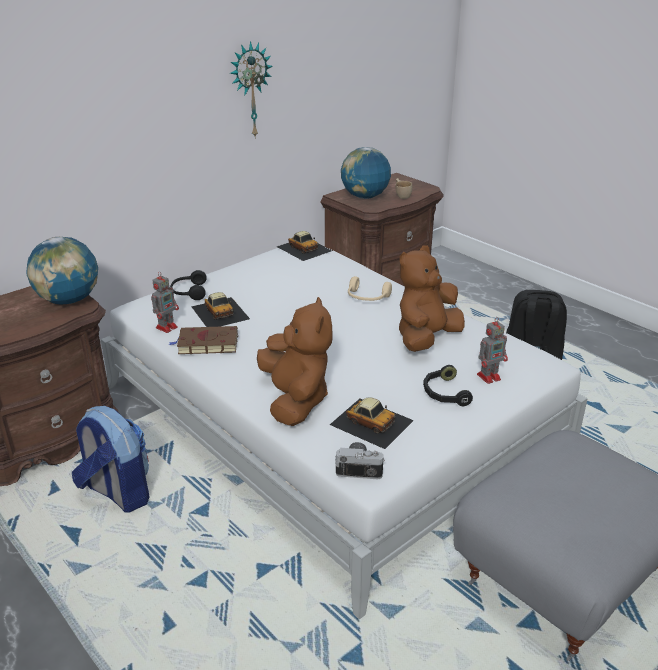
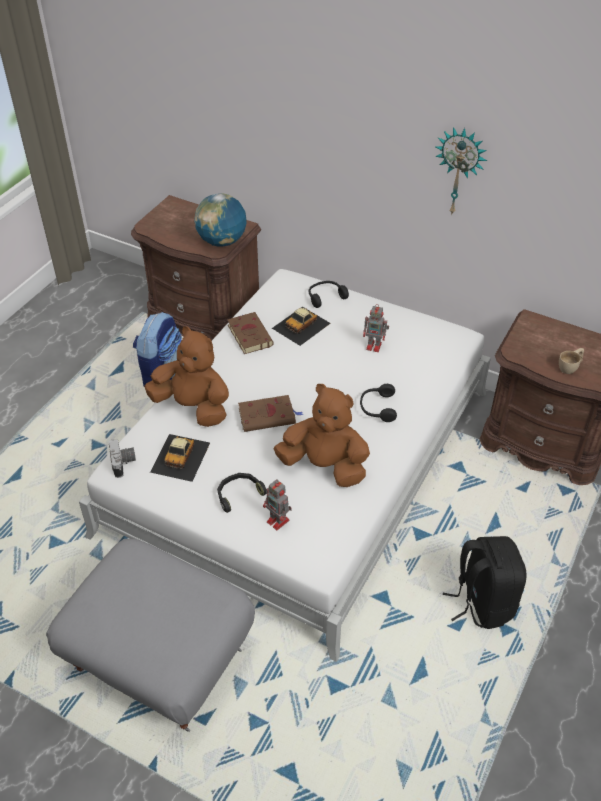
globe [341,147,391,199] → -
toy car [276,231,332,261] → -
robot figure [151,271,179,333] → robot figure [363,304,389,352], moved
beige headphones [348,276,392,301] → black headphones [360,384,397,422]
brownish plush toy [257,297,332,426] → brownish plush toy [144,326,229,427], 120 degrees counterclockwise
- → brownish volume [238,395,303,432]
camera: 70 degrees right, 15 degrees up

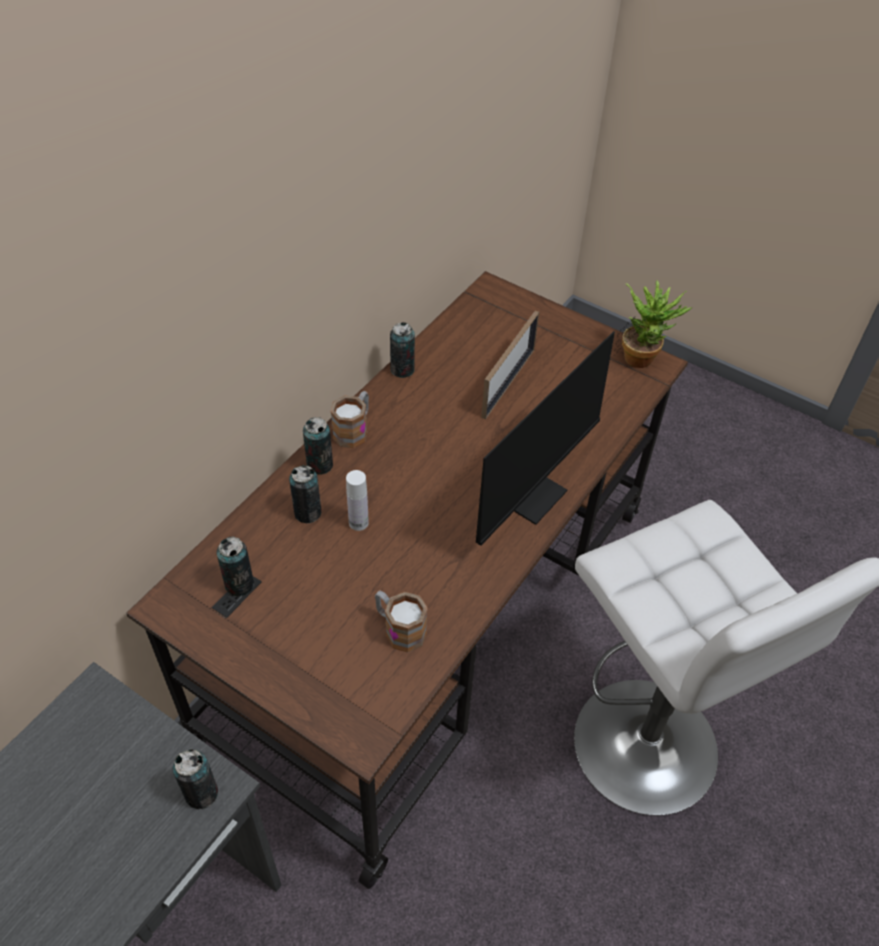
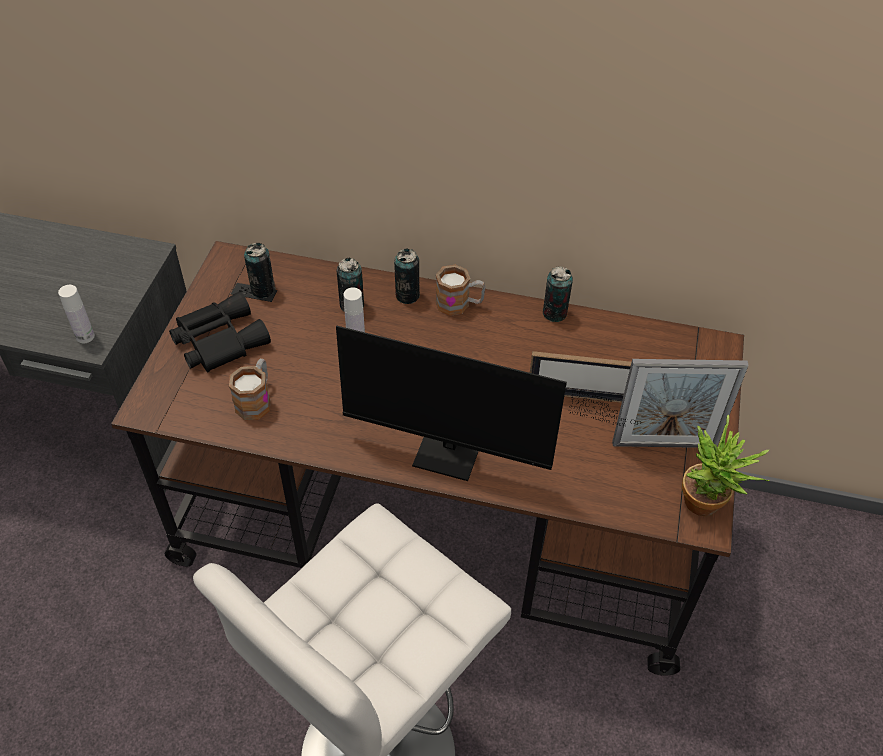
metal can [173,749,218,809] → white drink bottle [58,285,95,343]
- → black binoculars [169,291,271,373]
- → picture frame [612,359,749,448]
camera: 70 degrees right, 0 degrees up

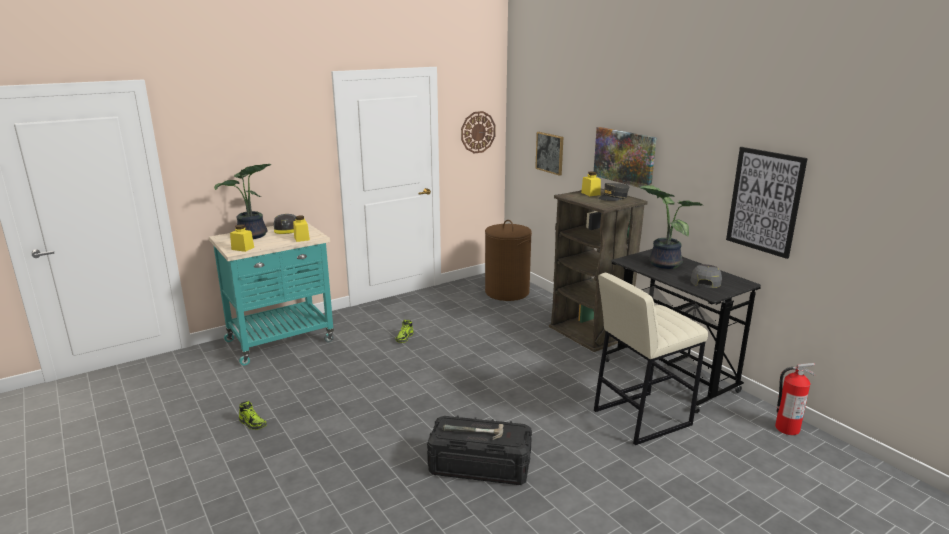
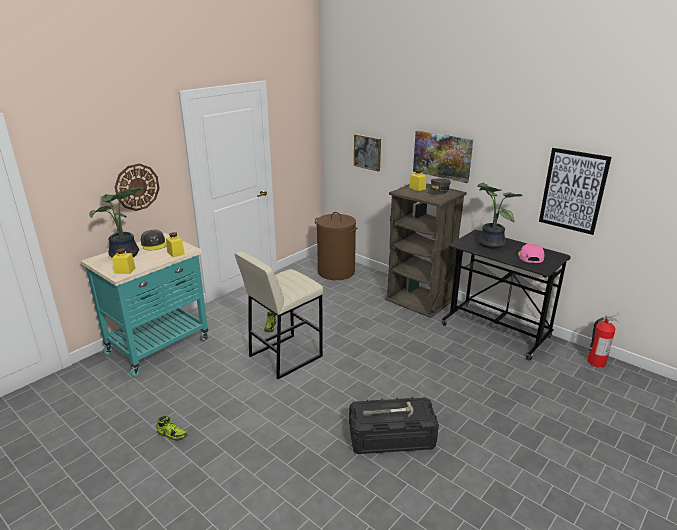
hanging clock [461,111,496,154] → hanging clock [115,163,160,211], moved
gray peaked cap [691,264,722,288] → pinkish peaked cap [518,244,545,263]
beige stool [594,273,708,445] → beige stool [235,251,323,379], moved
camera: 15 degrees left, 5 degrees up

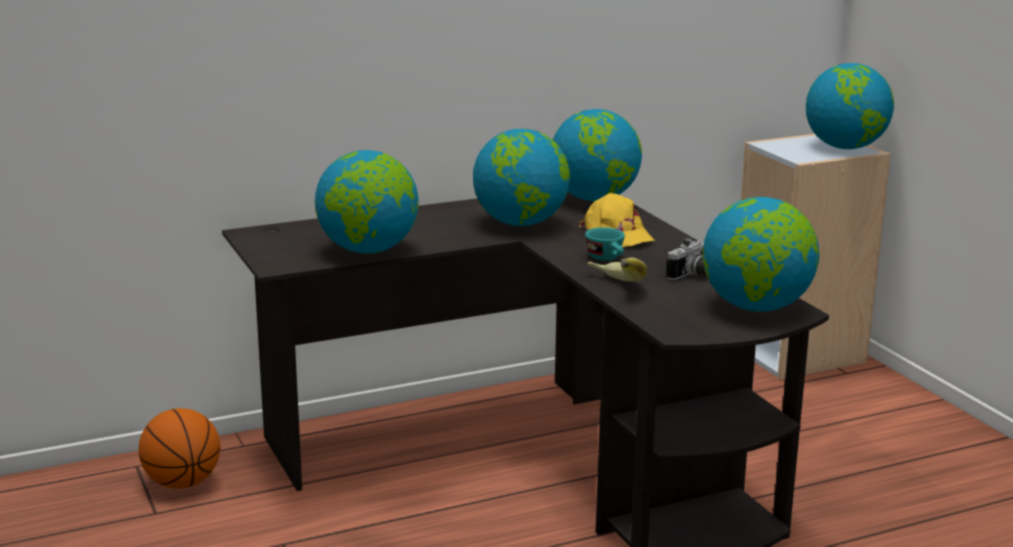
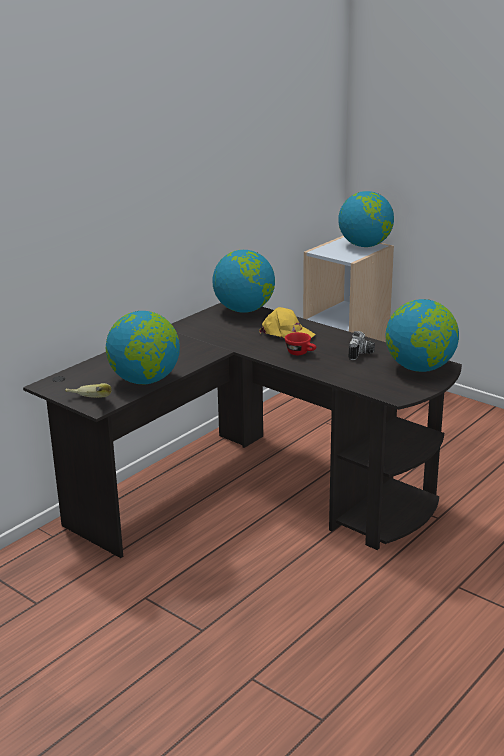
globe [473,129,570,226] → -
blue-green cup [585,227,625,260] → red cup [285,332,316,355]
whole banana [588,258,647,282] → whole banana [65,383,112,398], moved
basketball [138,408,220,488] → -
camera: 25 degrees left, 5 degrees up

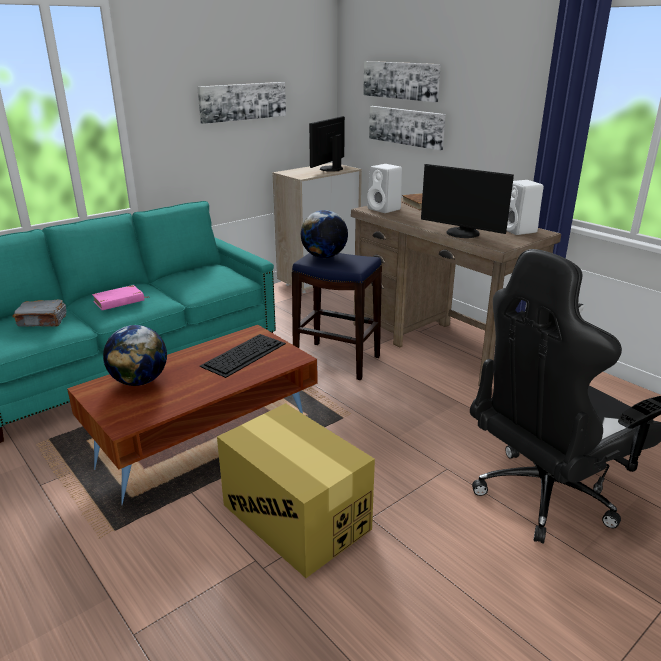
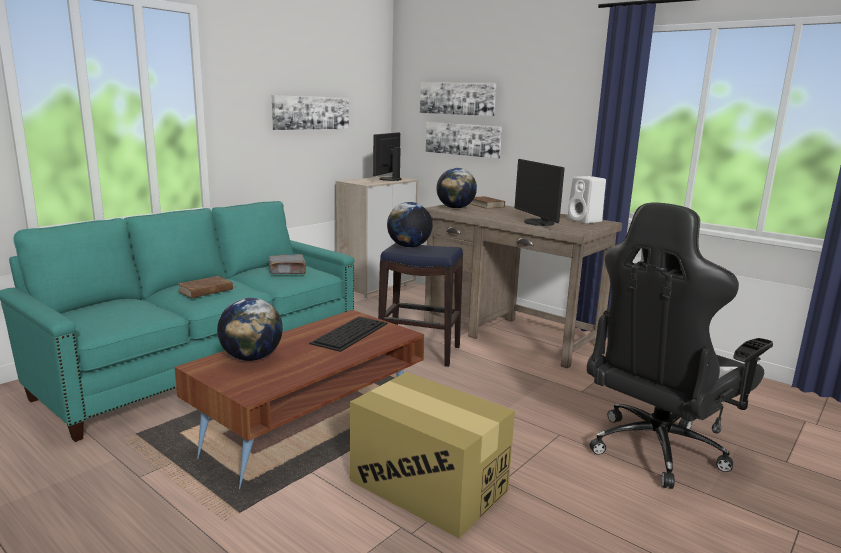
white audio speaker [367,164,402,213] → globe [436,168,477,209]
computer screen [421,164,514,238] → computer screen [515,159,565,226], 45 degrees clockwise
pinkish volume [92,285,146,310] → brownish volume [178,276,236,298]
gray volume [13,299,67,326] → gray volume [269,254,307,274], moved
camera: 10 degrees left, 10 degrees down

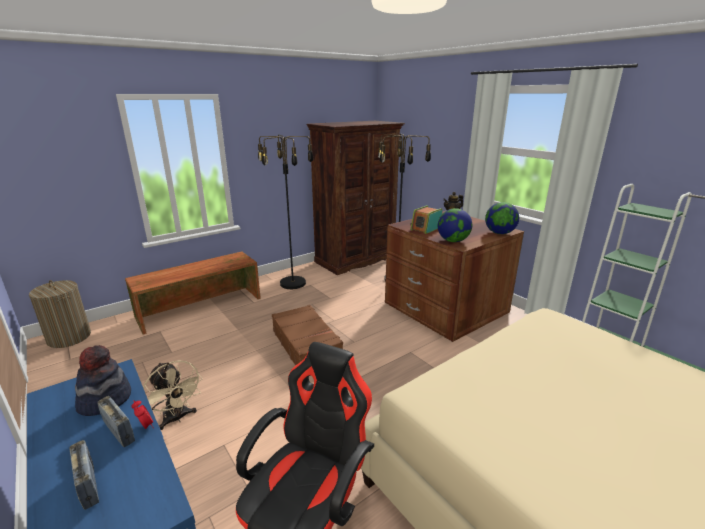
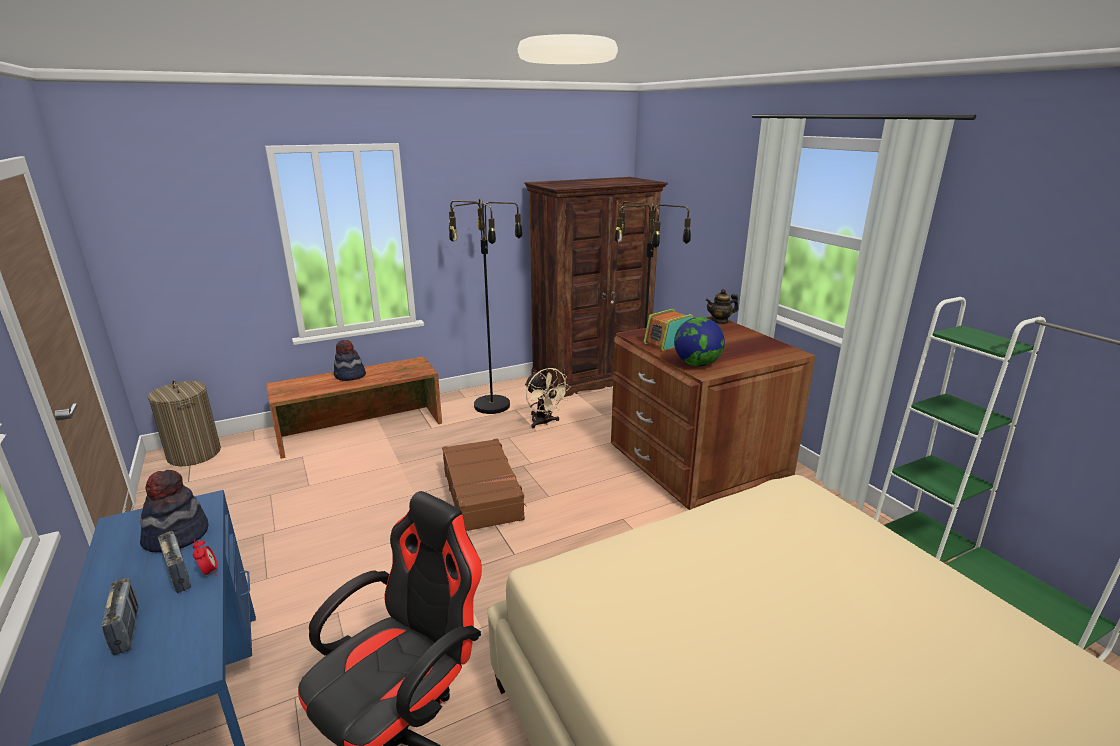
globe [485,202,519,234] → -
beige electric fan [143,360,203,430] → beige electric fan [525,368,571,428], moved
- → wearable hat [334,340,366,381]
camera: 10 degrees right, 0 degrees up

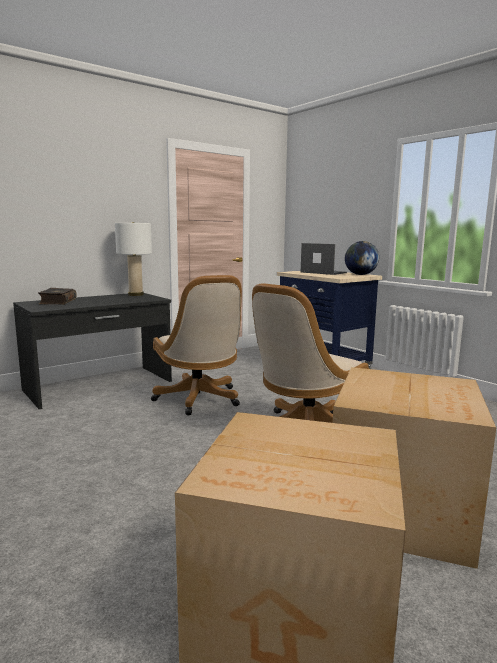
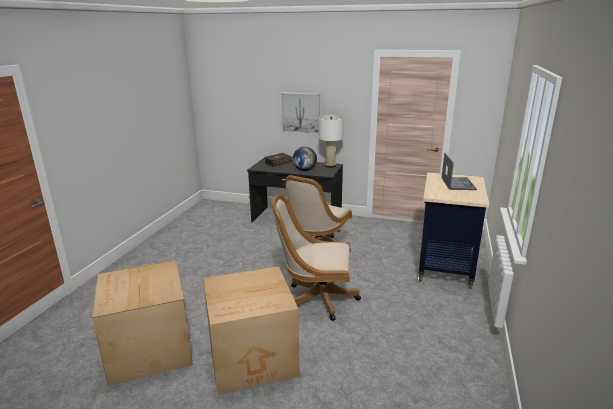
globe [345,241,379,275] → globe [293,147,317,171], moved
- → wall art [281,92,320,135]
camera: 55 degrees right, 10 degrees up

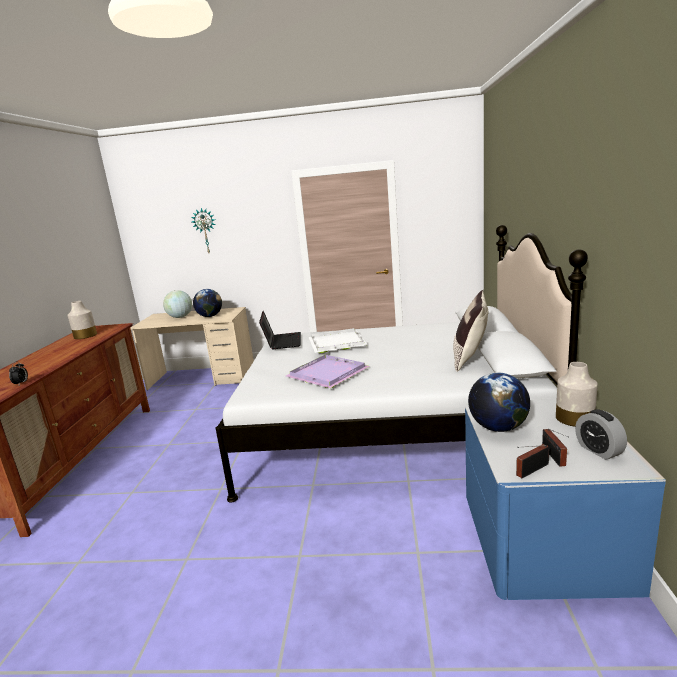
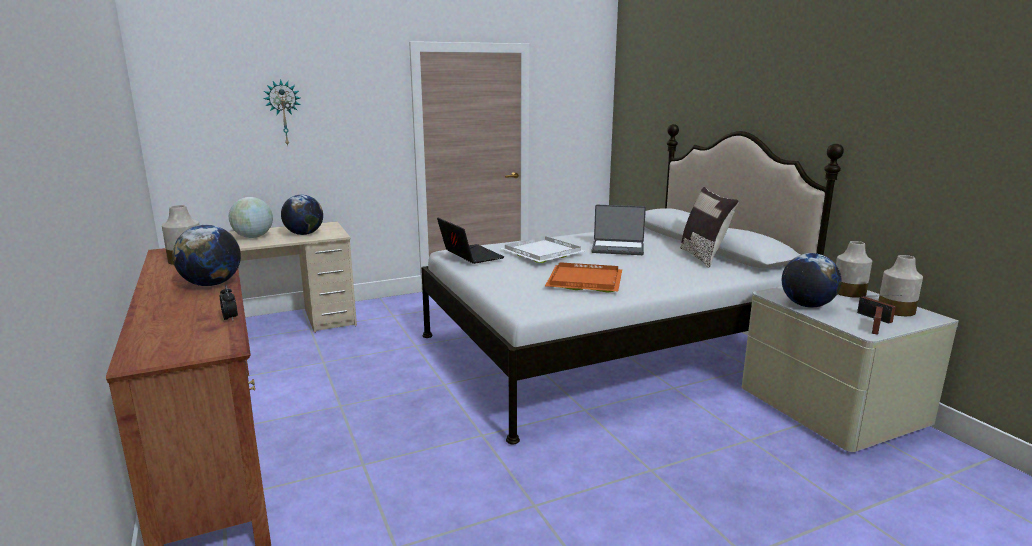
purple-coloured serving tray [286,355,370,388] → orange-coloured serving tray [545,262,622,293]
blue night table [465,398,666,600] → beige night table [742,286,959,452]
bedside clock [575,409,627,460] → beige decorative vase [878,255,923,316]
- → notebook computer [591,205,646,255]
- → globe [172,225,241,286]
camera: 30 degrees left, 0 degrees up

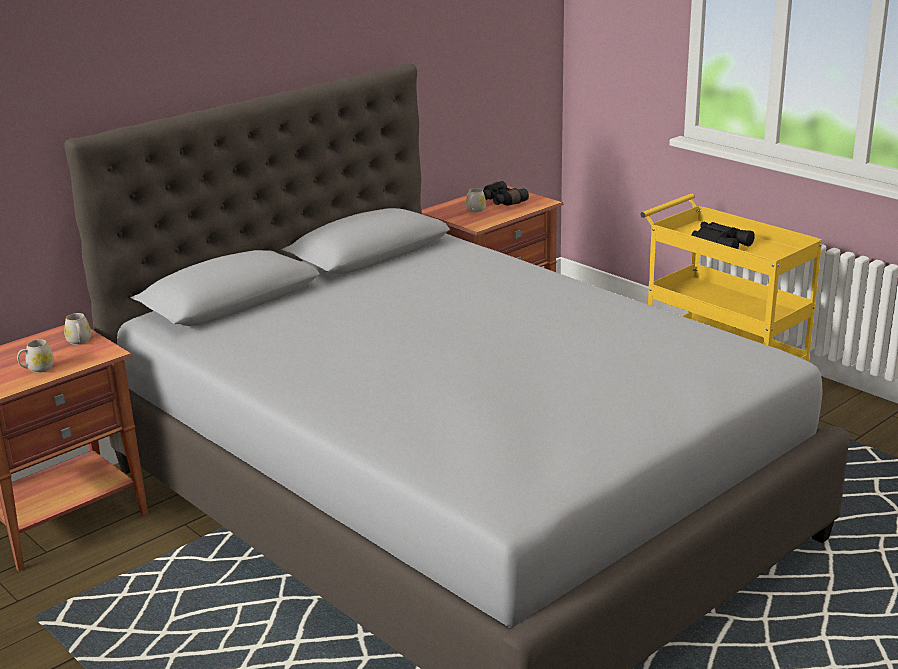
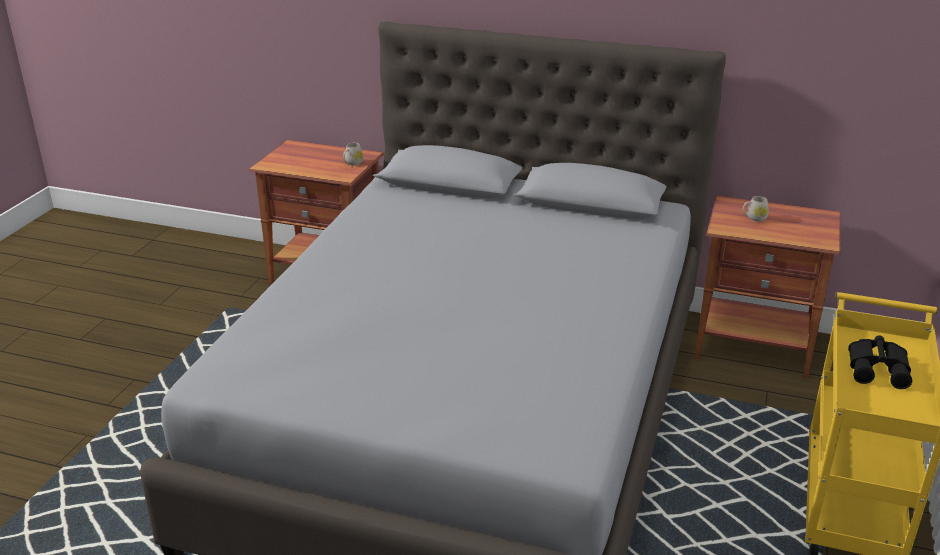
black binoculars [483,181,529,206] → -
white coffee mug [17,339,54,373] → -
camera: 60 degrees right, 5 degrees up

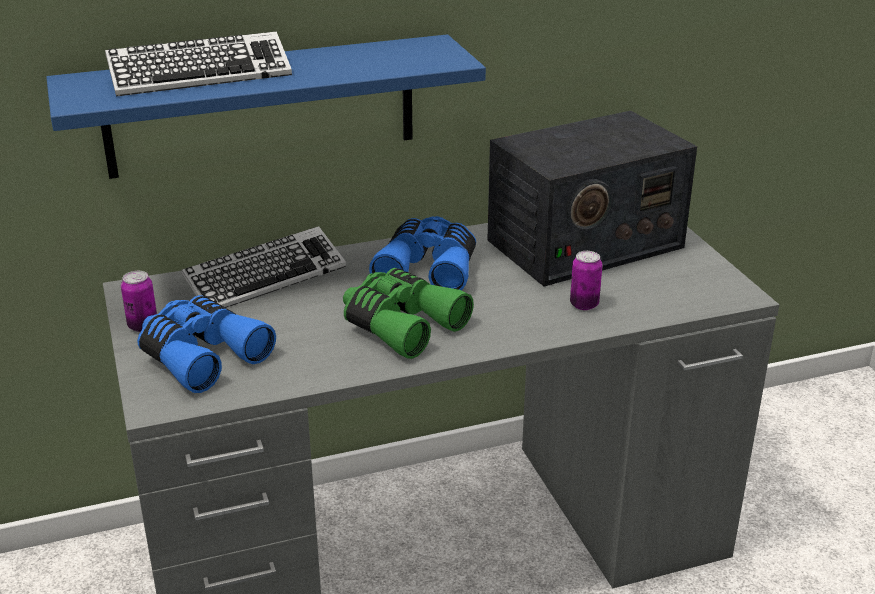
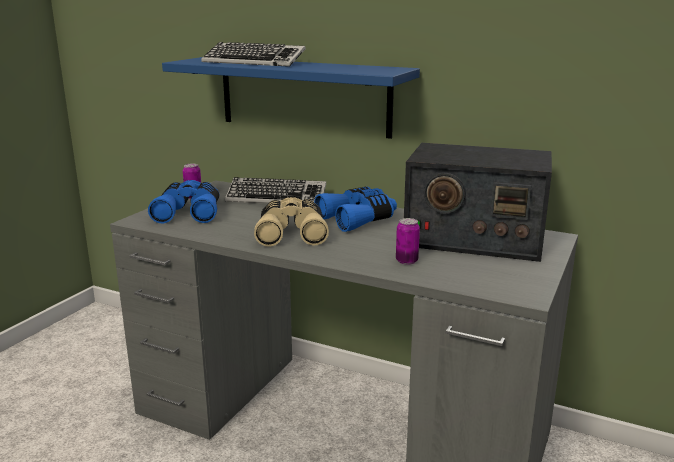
green-coloured binoculars [343,268,474,359] → beige binoculars [254,197,329,247]
camera: 45 degrees right, 10 degrees down

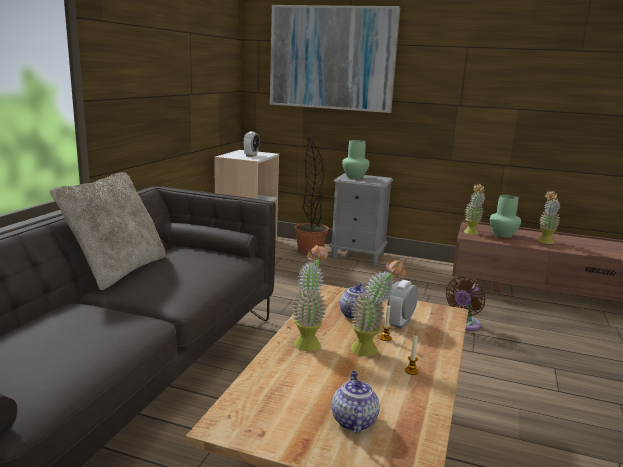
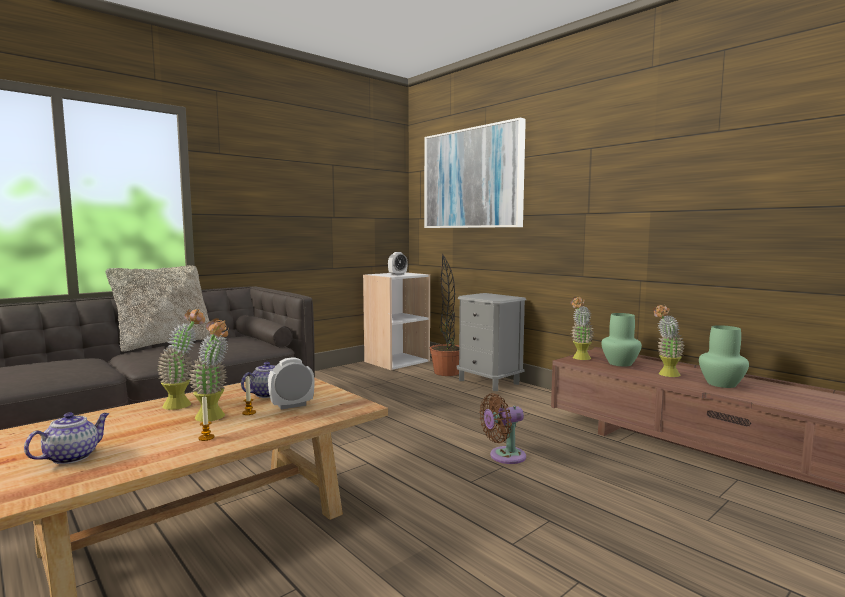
green-coloured decorative vase [342,140,370,179] → green-coloured decorative vase [699,325,749,388], moved
camera: 30 degrees right, 10 degrees down

